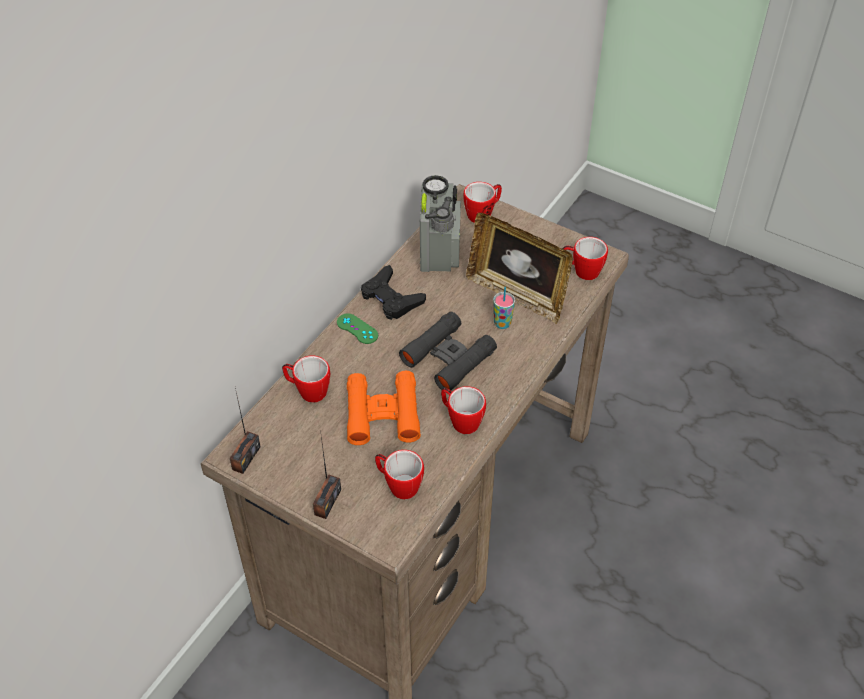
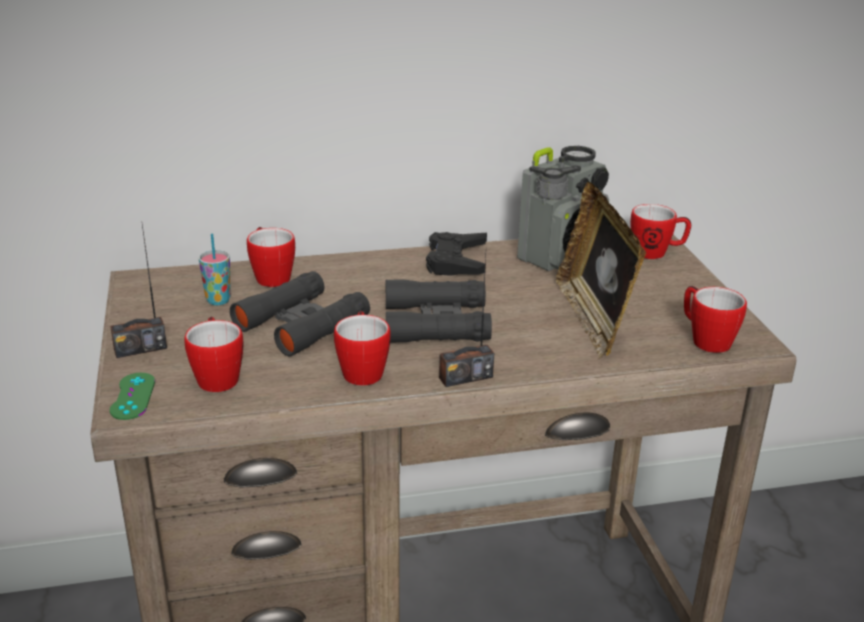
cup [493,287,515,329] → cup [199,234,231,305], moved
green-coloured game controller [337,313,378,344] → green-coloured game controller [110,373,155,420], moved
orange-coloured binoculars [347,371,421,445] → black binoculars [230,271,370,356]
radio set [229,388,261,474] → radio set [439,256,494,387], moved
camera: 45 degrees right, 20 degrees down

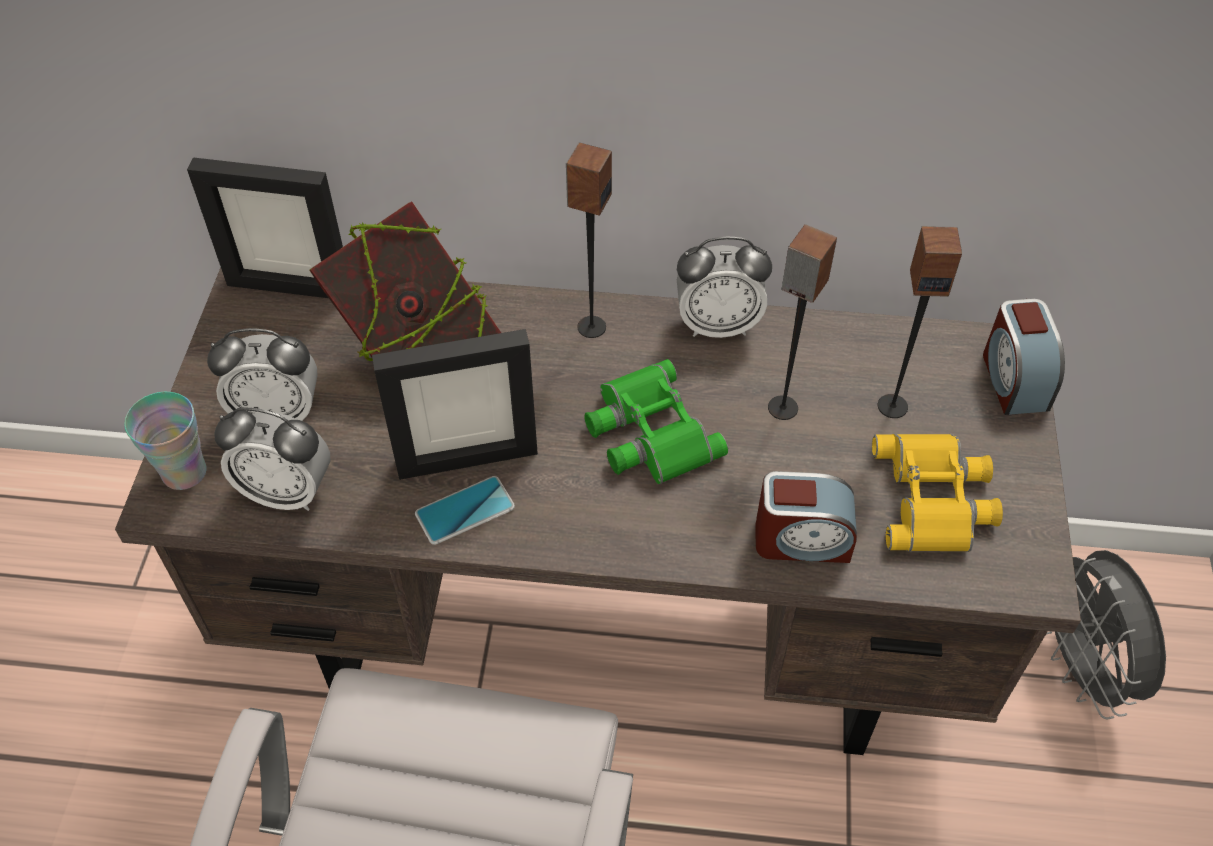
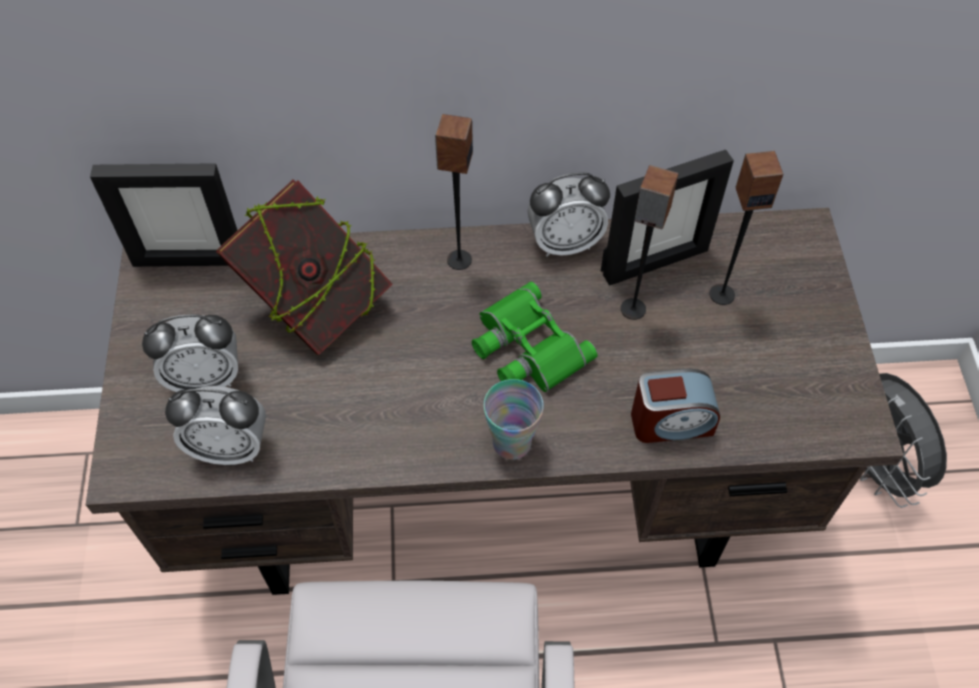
bedside clock [983,298,1065,415] → -
picture frame [372,329,538,480] → picture frame [601,150,734,286], moved
cup [124,392,207,490] → cup [484,379,544,460], moved
yellowish binoculars [872,434,1003,552] → -
handset [415,476,515,545] → -
camera: 10 degrees left, 5 degrees up

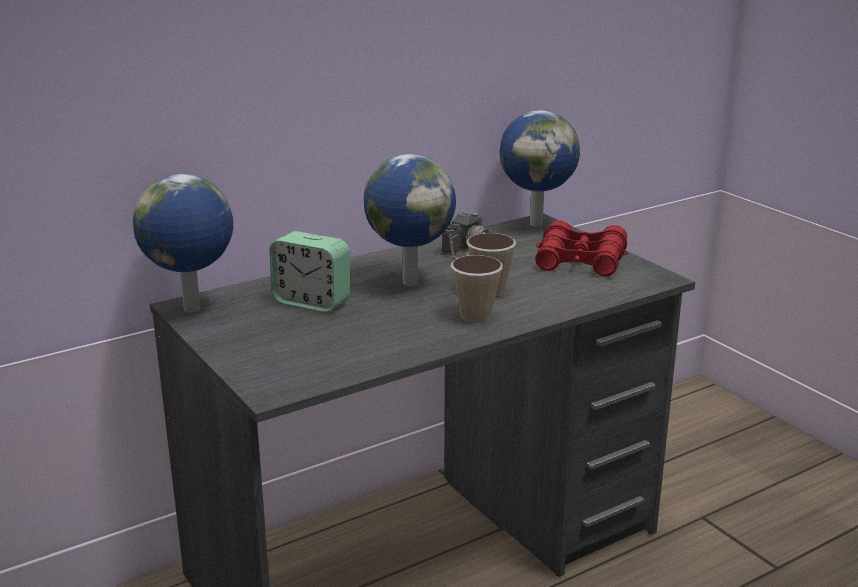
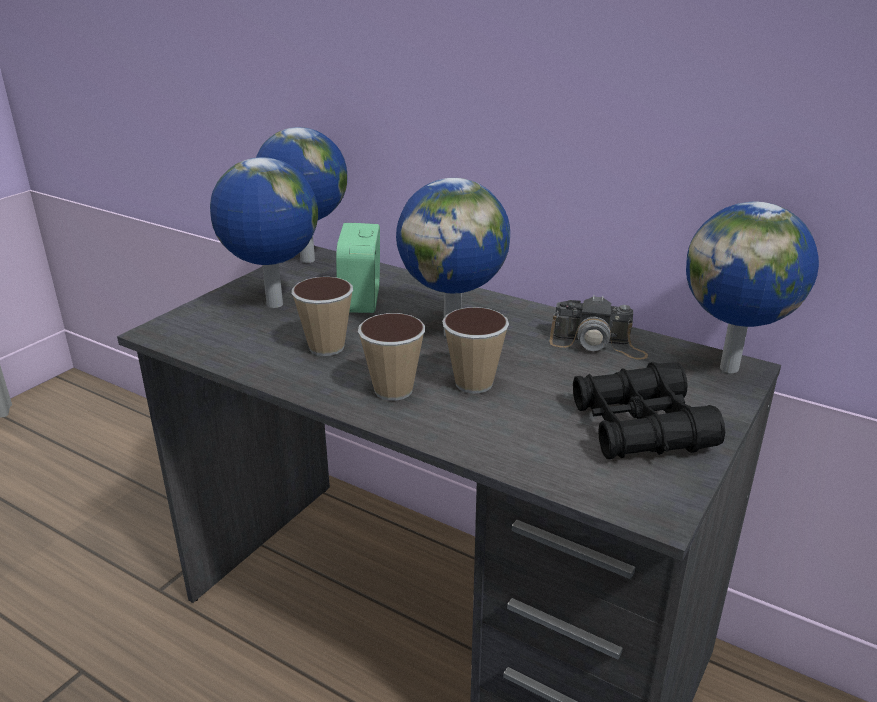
red binoculars [535,220,628,277] → black binoculars [573,362,725,459]
- → globe [210,157,318,308]
- → cup [292,277,353,356]
camera: 65 degrees right, 5 degrees up

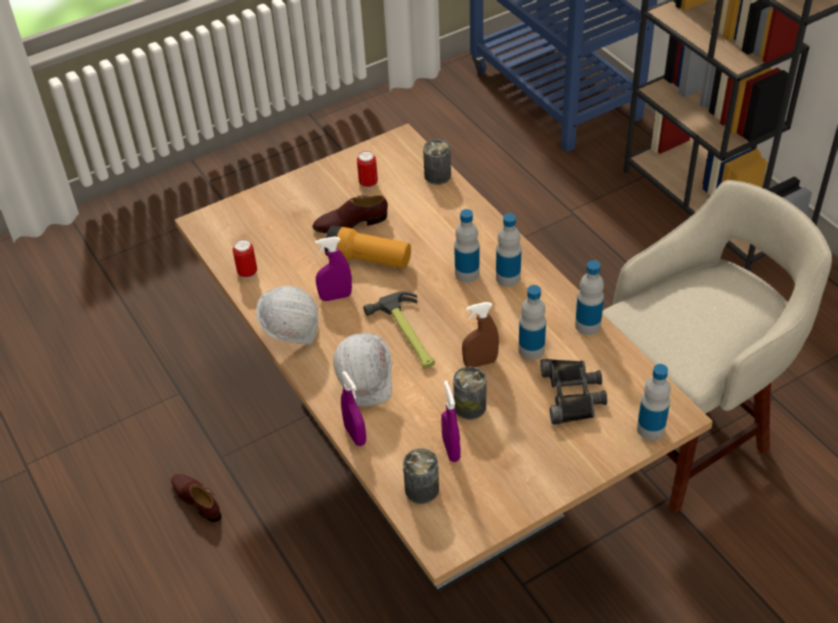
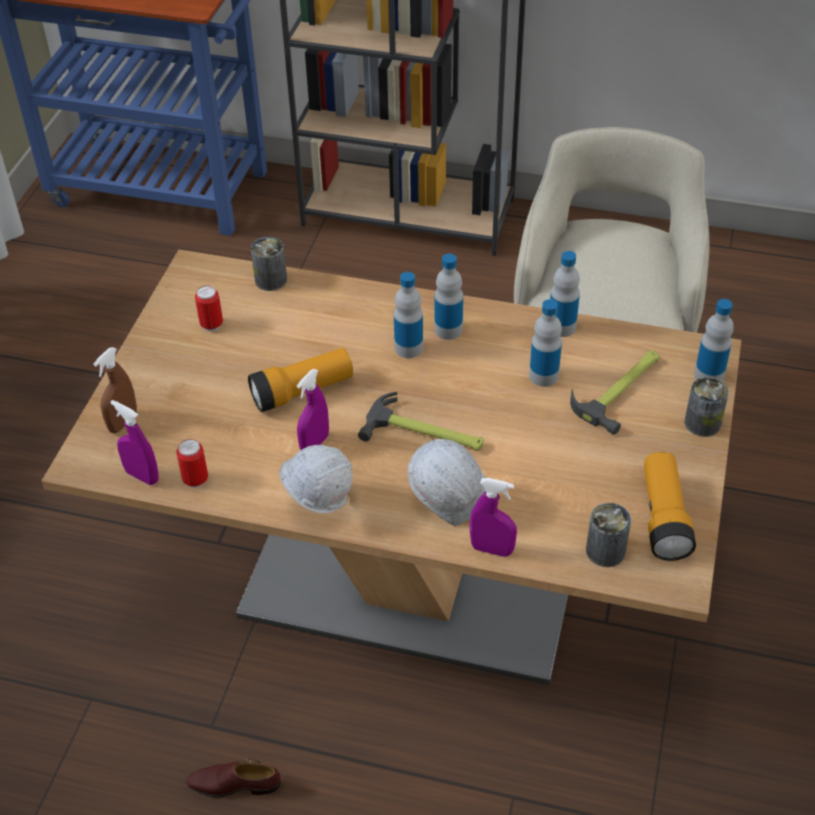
brownish low shoe [312,195,388,233] → -
brownish sprayer [462,302,499,367] → brownish sprayer [93,347,137,433], moved
black binoculars [540,359,607,425] → hammer [570,350,660,435]
metal can [453,367,486,420] → metal can [684,377,729,437], moved
purple-coloured sprayer [441,380,460,462] → purple-coloured sprayer [110,400,159,485], moved
- → hand torch [644,452,696,561]
camera: 45 degrees left, 0 degrees up

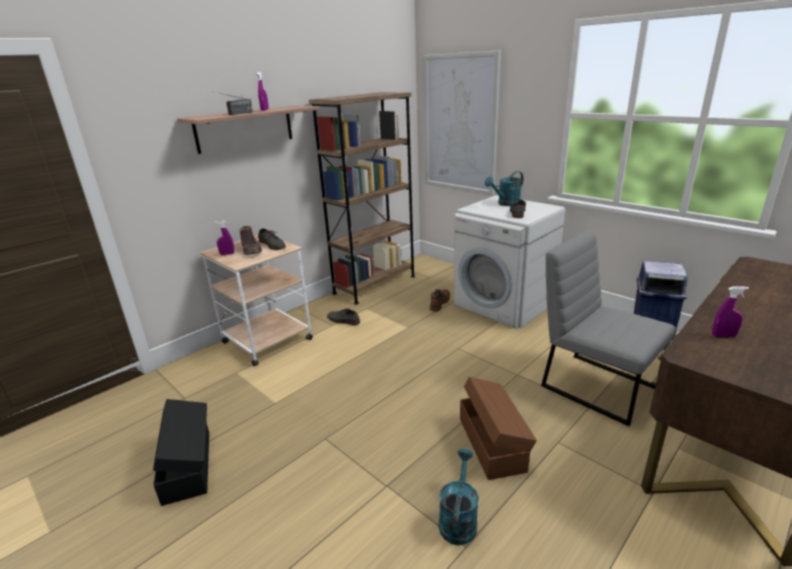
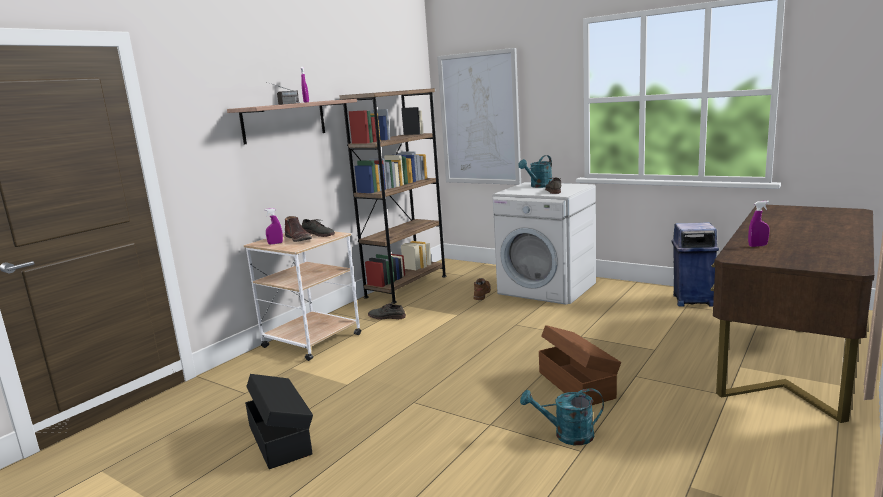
gray chair [541,230,676,426] → -
blue-green watering pot [439,449,479,545] → blue-green watering pot [520,388,604,445], 90 degrees counterclockwise
camera: 10 degrees left, 10 degrees down

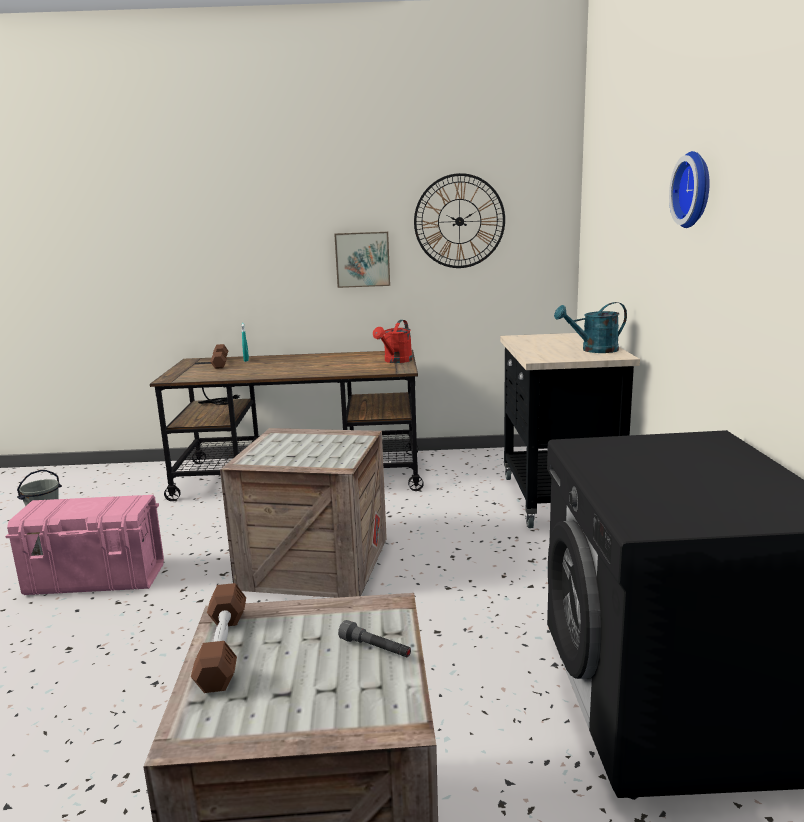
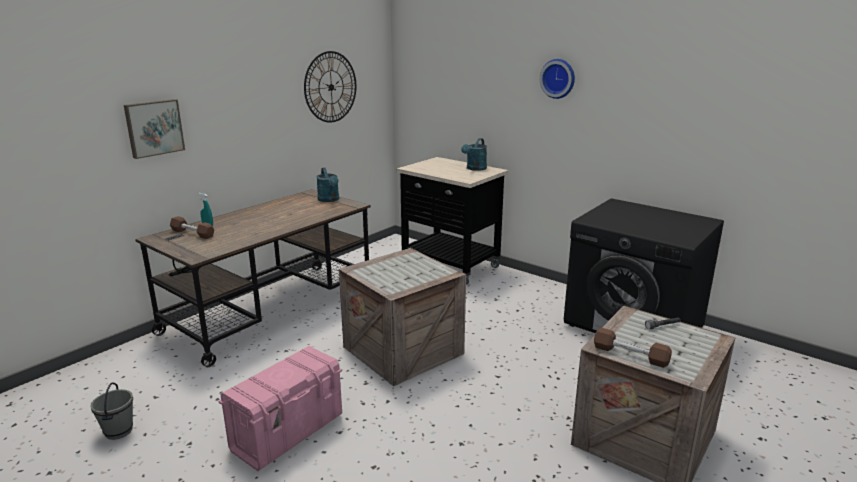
wall art [334,232,390,288] → wall art [124,99,185,159], moved
red watering pot [373,320,413,363] → blue-green watering pot [316,168,339,202]
camera: 50 degrees left, 5 degrees up

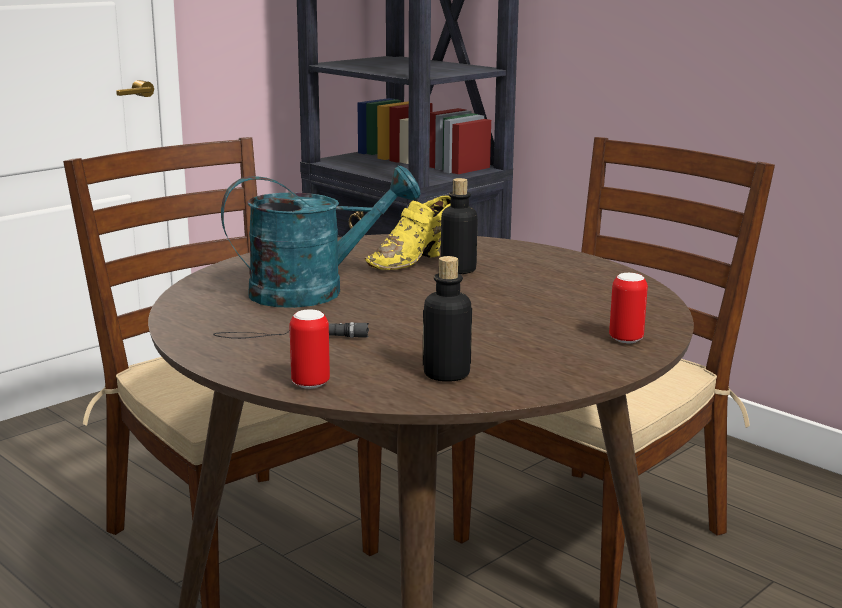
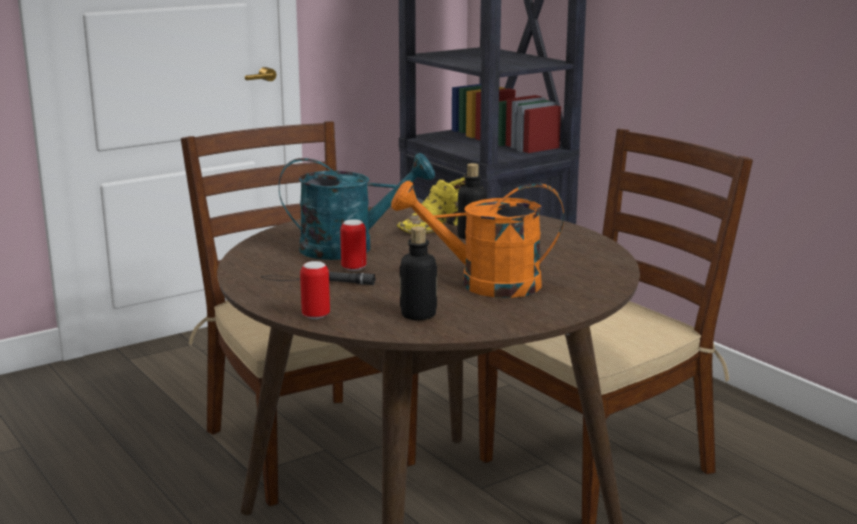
metal can [609,273,648,343] → metal can [340,219,366,271], moved
- → orange-coloured watering pot [391,180,564,298]
camera: 10 degrees right, 0 degrees up

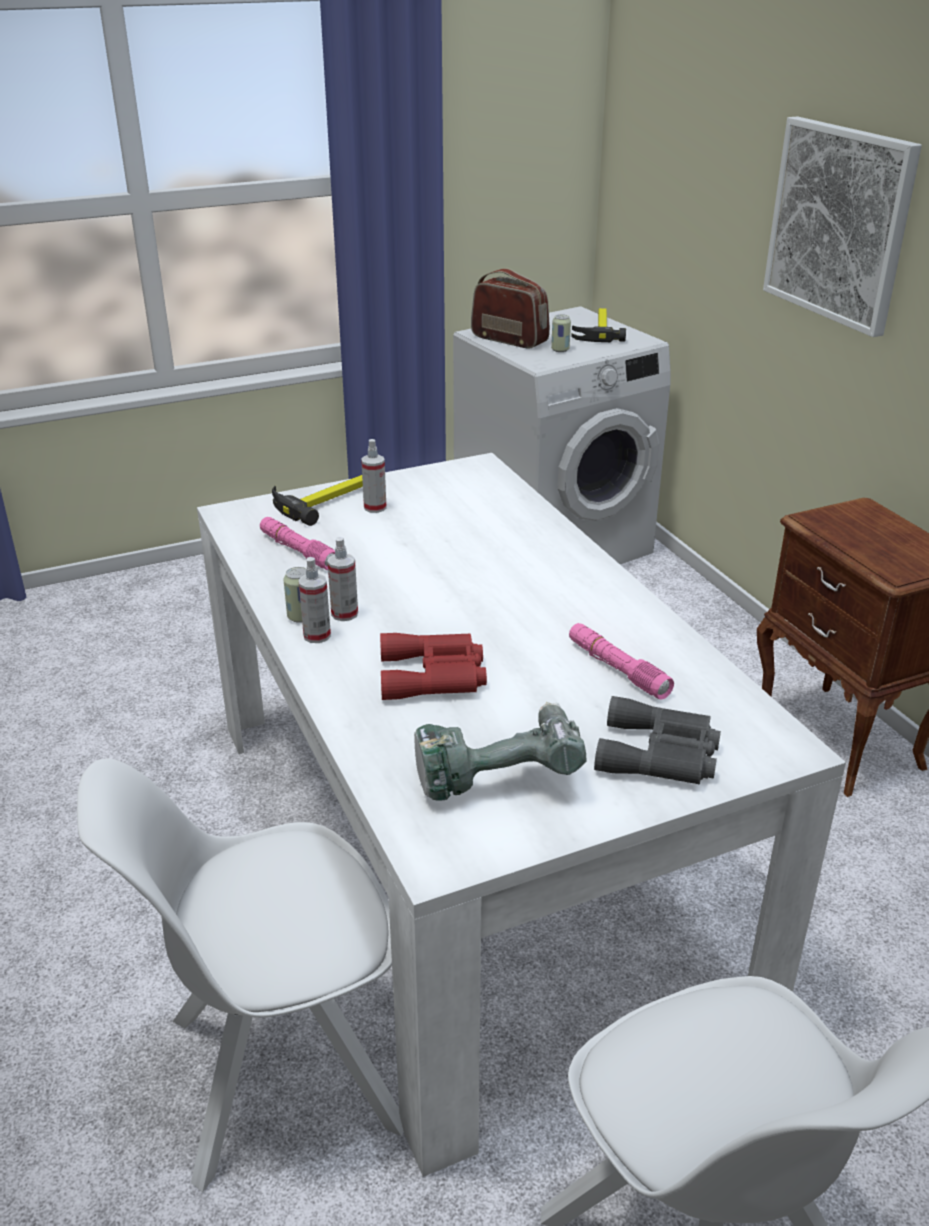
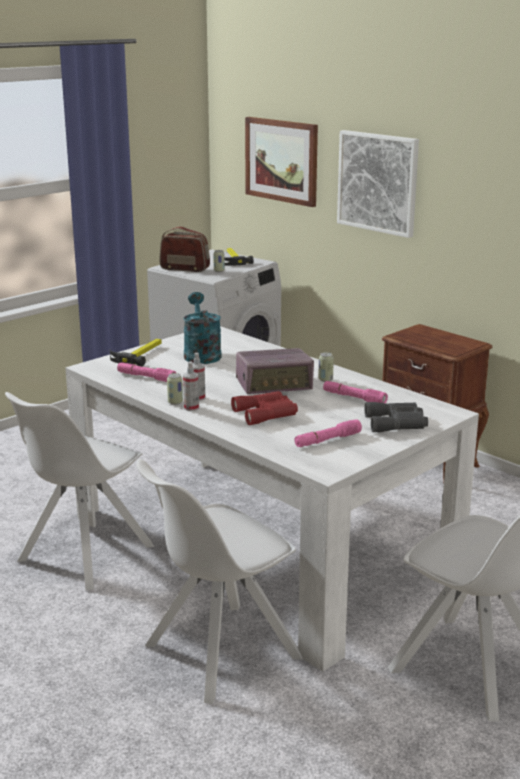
sprayer [361,439,387,513] → -
power drill [414,702,586,801] → pinkish hand torch [294,419,362,447]
- → wall art [245,117,318,207]
- → blue-green watering pot [183,292,222,364]
- → radio set [236,348,314,394]
- → metal can [318,352,334,382]
- → white chair [5,392,154,590]
camera: 20 degrees left, 10 degrees down

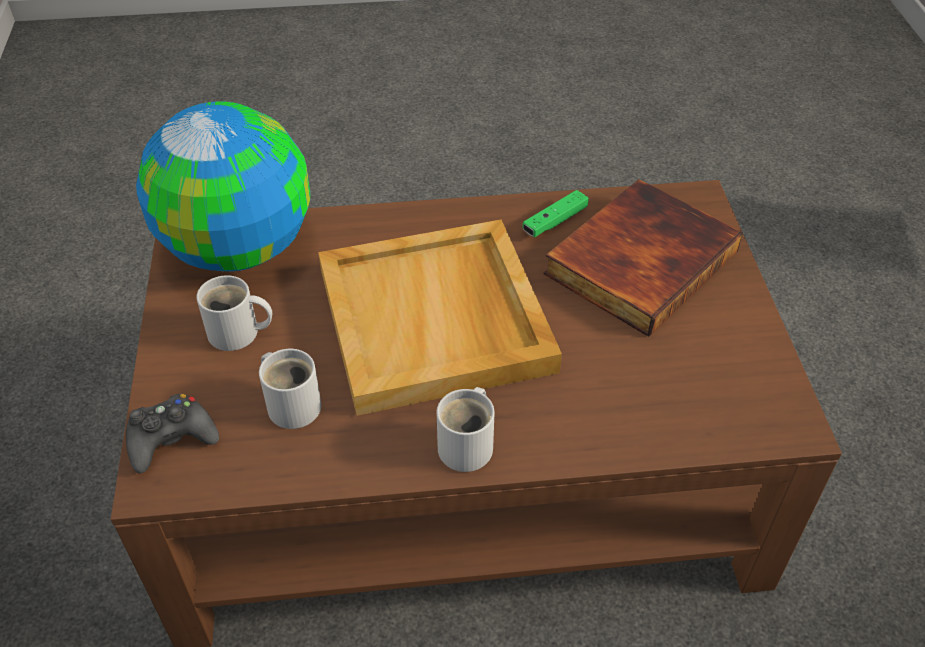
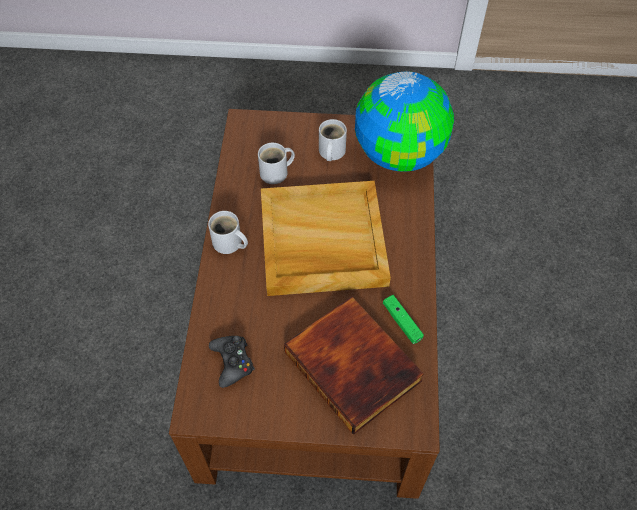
black game controller [126,394,219,473] → black game controller [209,336,255,388], moved
camera: 100 degrees right, 10 degrees up

